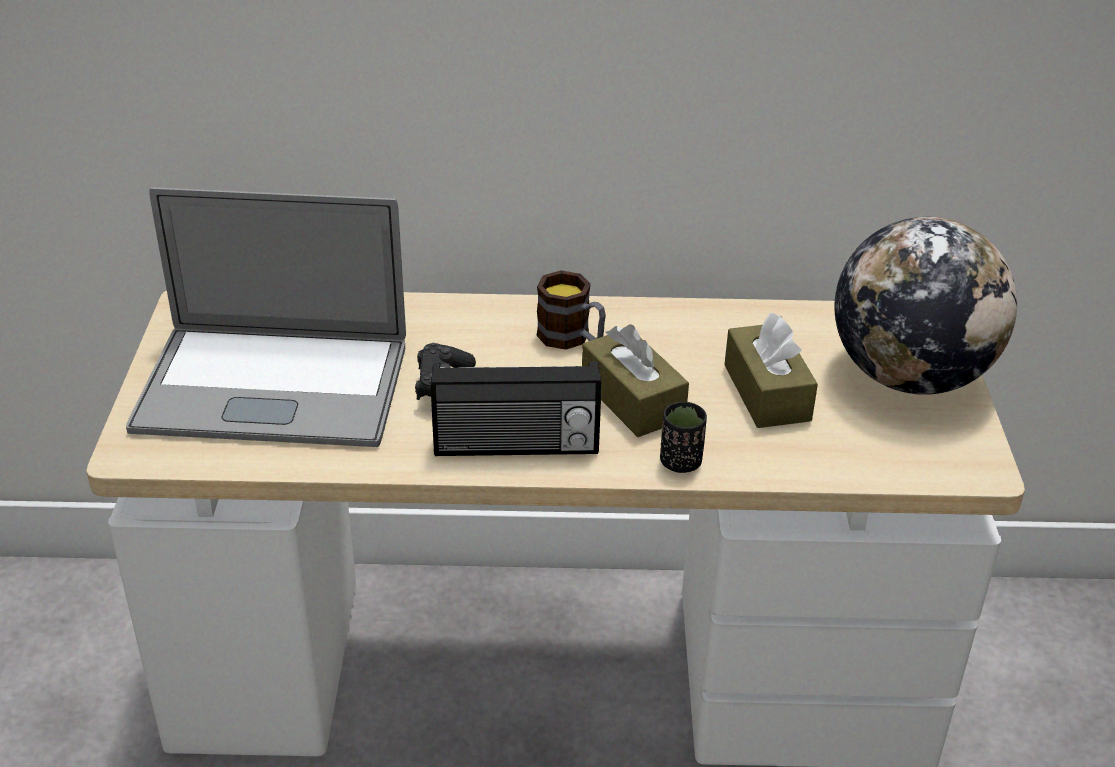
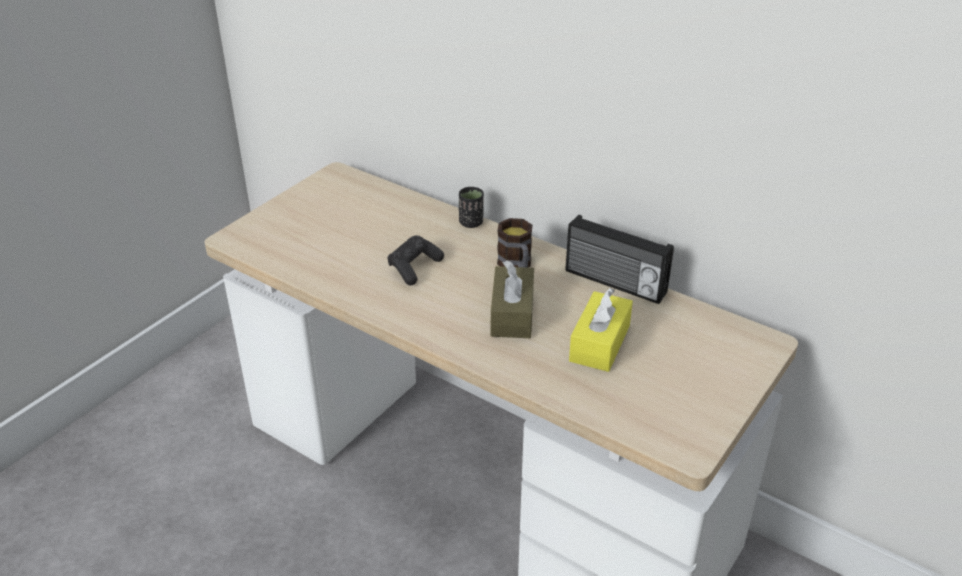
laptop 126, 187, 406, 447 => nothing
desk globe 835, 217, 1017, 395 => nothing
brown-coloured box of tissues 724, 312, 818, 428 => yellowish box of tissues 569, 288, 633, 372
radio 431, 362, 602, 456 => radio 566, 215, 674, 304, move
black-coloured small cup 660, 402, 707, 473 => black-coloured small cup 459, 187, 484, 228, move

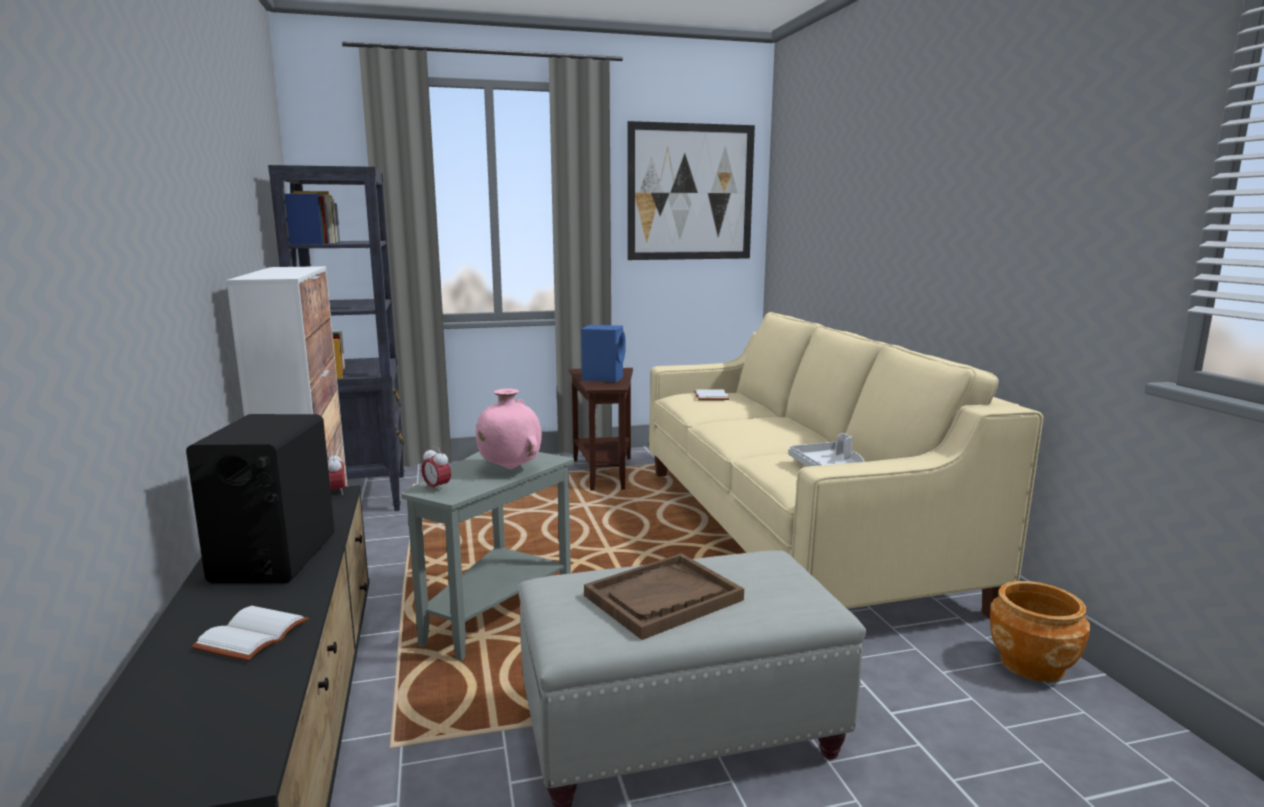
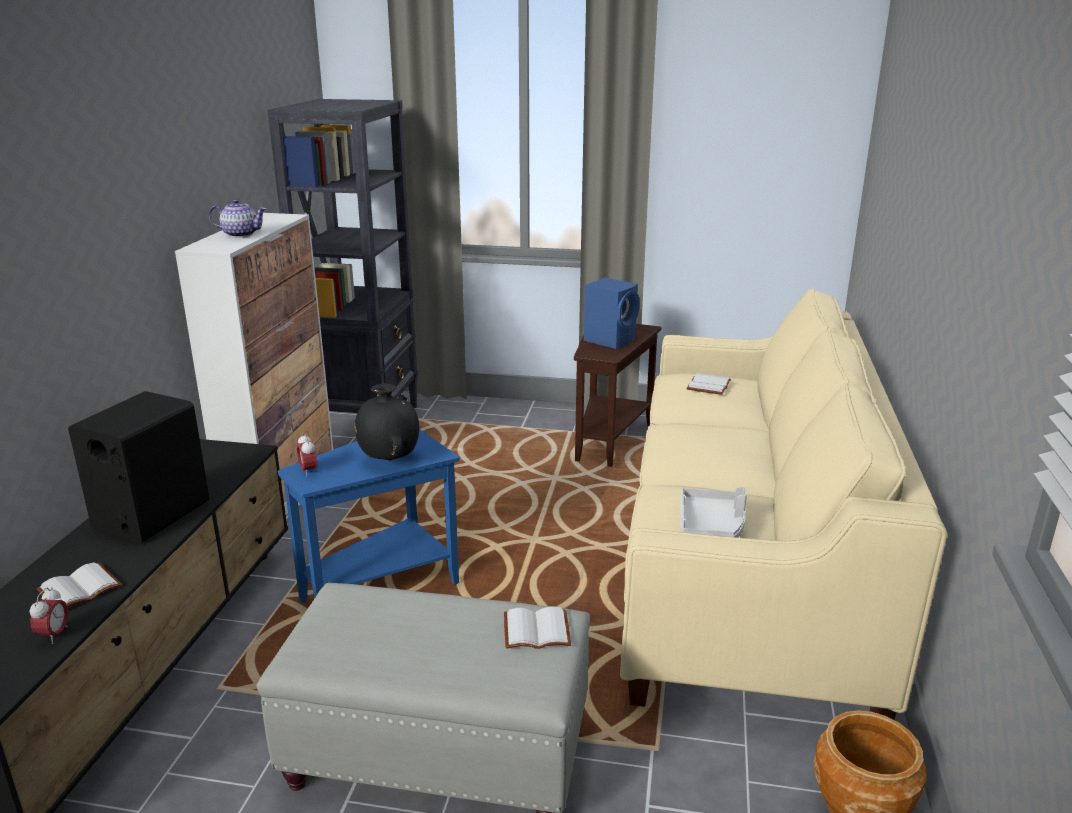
wall art 627, 121, 755, 260 => nothing
pinkish vase 476, 389, 542, 469 => black-coloured vase 355, 383, 419, 460
table clock 328, 452, 345, 495 => table clock 29, 587, 68, 644, move
greyish end table 401, 452, 574, 661 => blue-coloured end table 278, 429, 460, 603
brown-coloured tray 584, 553, 744, 640 => nothing
nothing => pot for tea 209, 199, 266, 238
nothing => whitish bound book 504, 606, 571, 649

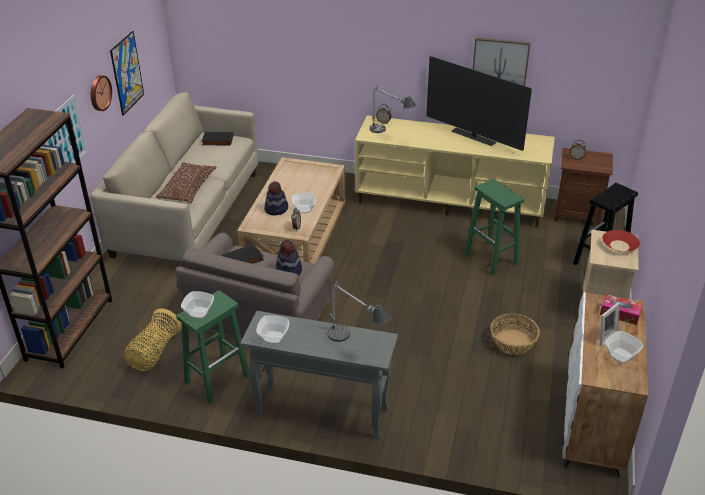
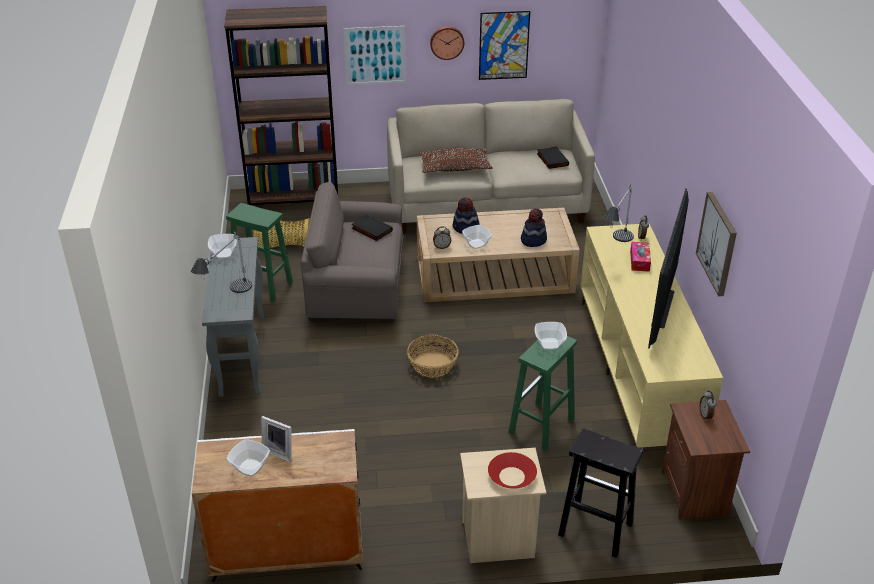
hat 276, 240, 302, 276 => hat 521, 209, 547, 247, move
deep dish 181, 291, 214, 319 => deep dish 535, 322, 567, 350, move
box of tissues 600, 294, 643, 325 => box of tissues 630, 242, 651, 272, move
storage basket 490, 313, 540, 355 => storage basket 407, 335, 459, 377, move

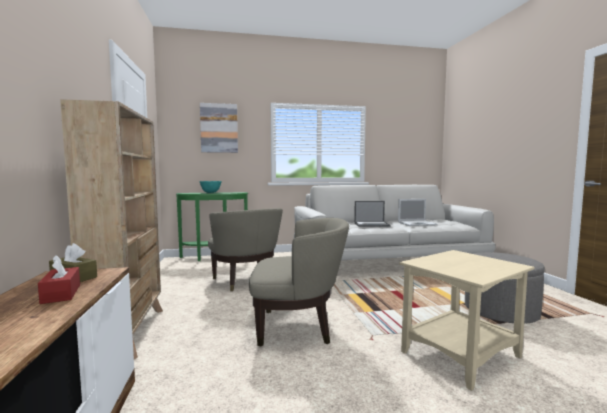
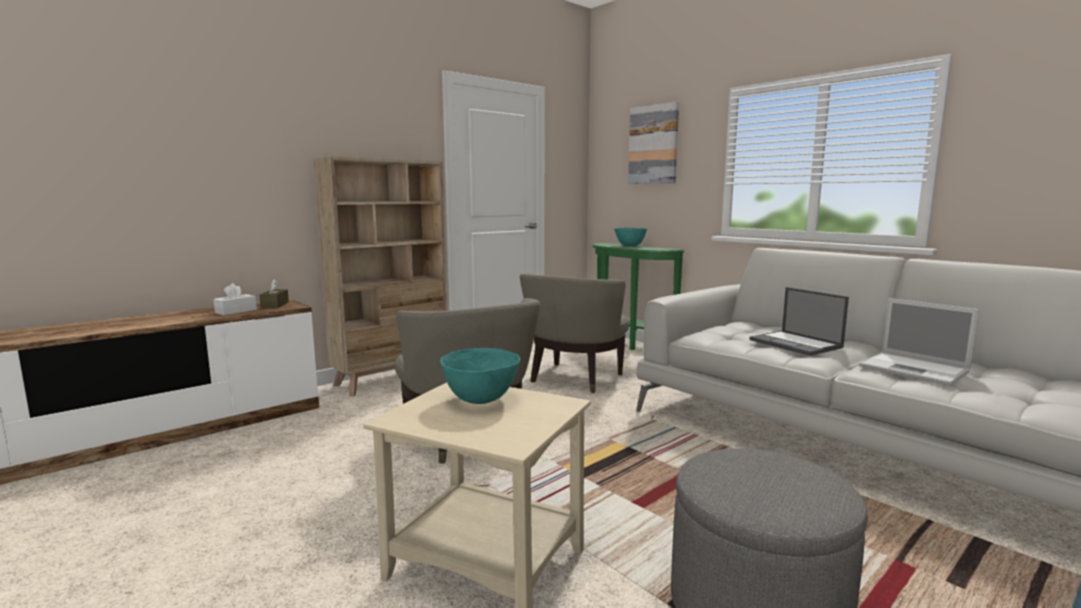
reddish box of tissues 38, 255, 80, 304 => whitish box of tissues 213, 283, 257, 315
nothing => turquoise deep dish 440, 348, 520, 404

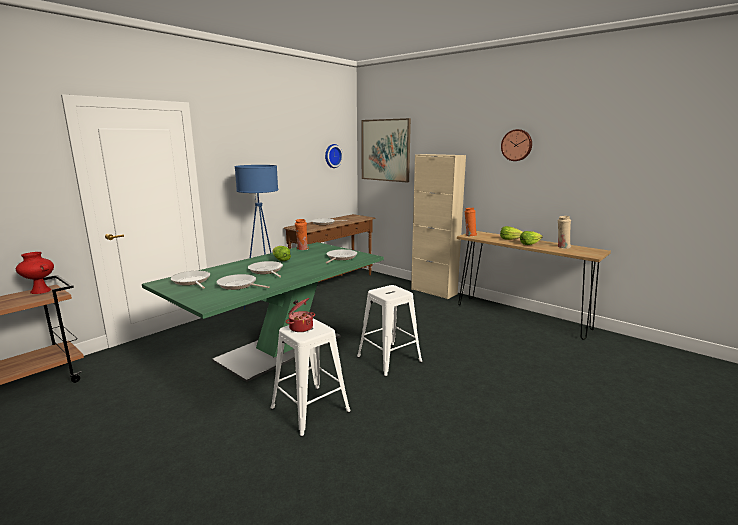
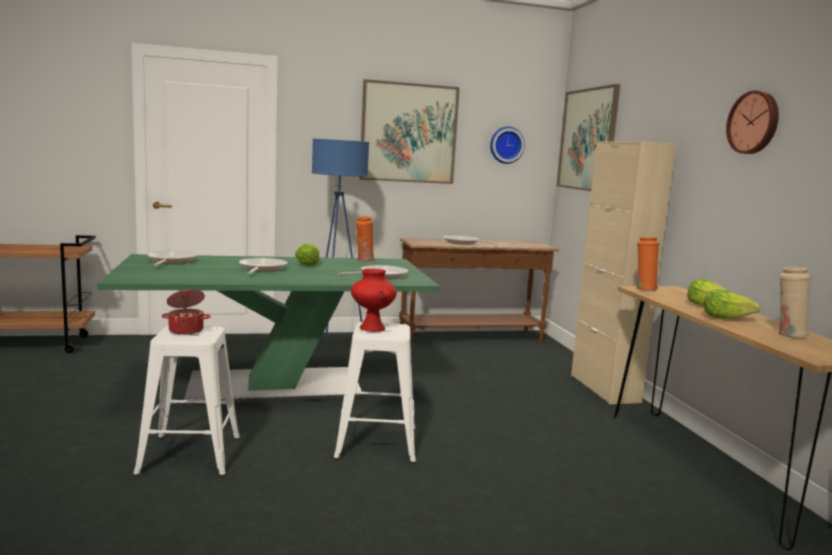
reddish vase 16, 252, 54, 294 => reddish vase 351, 269, 397, 332, move
pan 217, 274, 270, 290 => nothing
nothing => wall art 359, 79, 460, 184

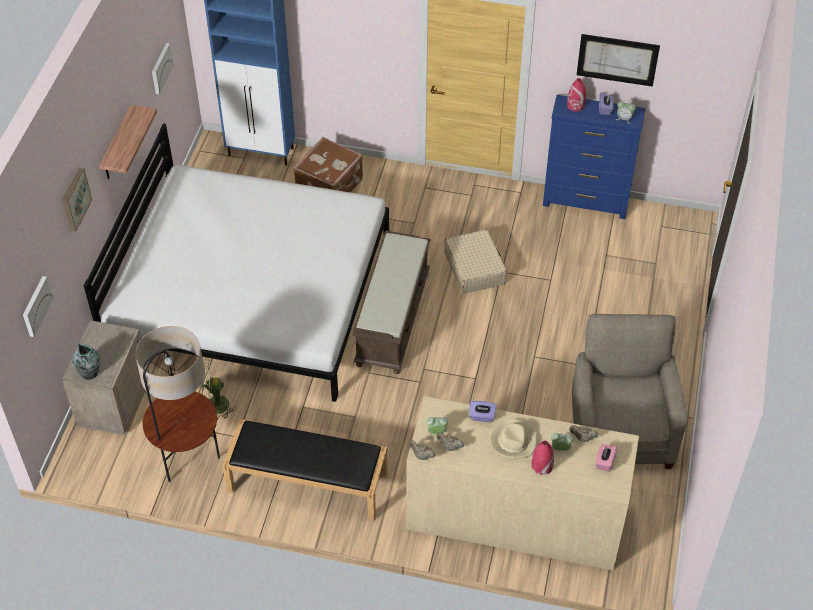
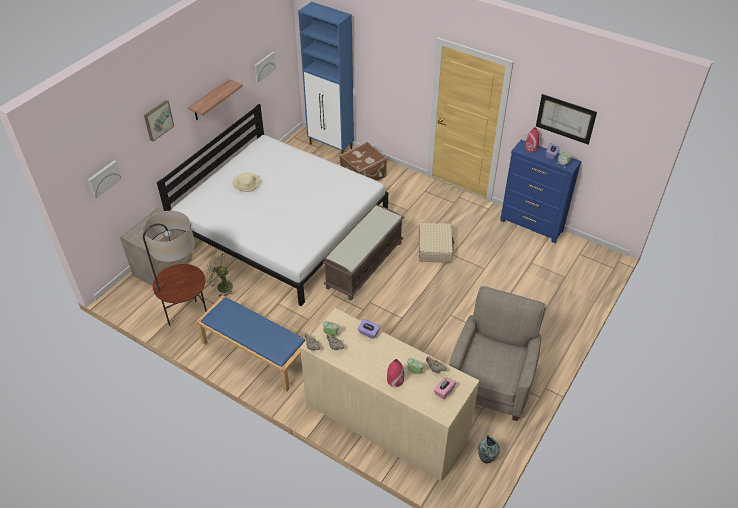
vase 73, 343, 100, 380 => vase 478, 435, 500, 463, move
black-coloured long seat 222, 419, 388, 521 => blue-coloured long seat 196, 296, 306, 392
beige-coloured hat 490, 419, 537, 459 => beige-coloured hat 232, 173, 260, 192, move

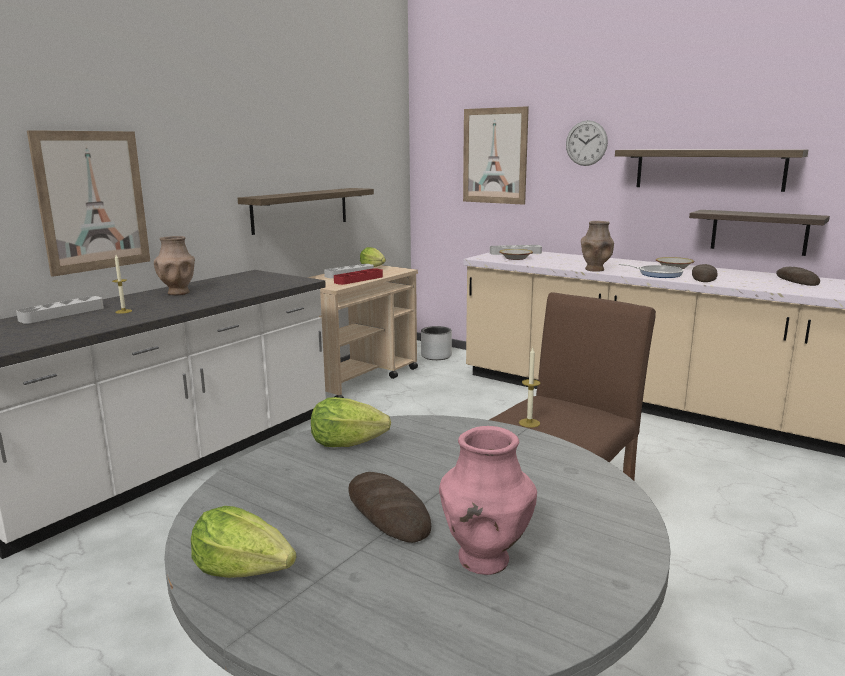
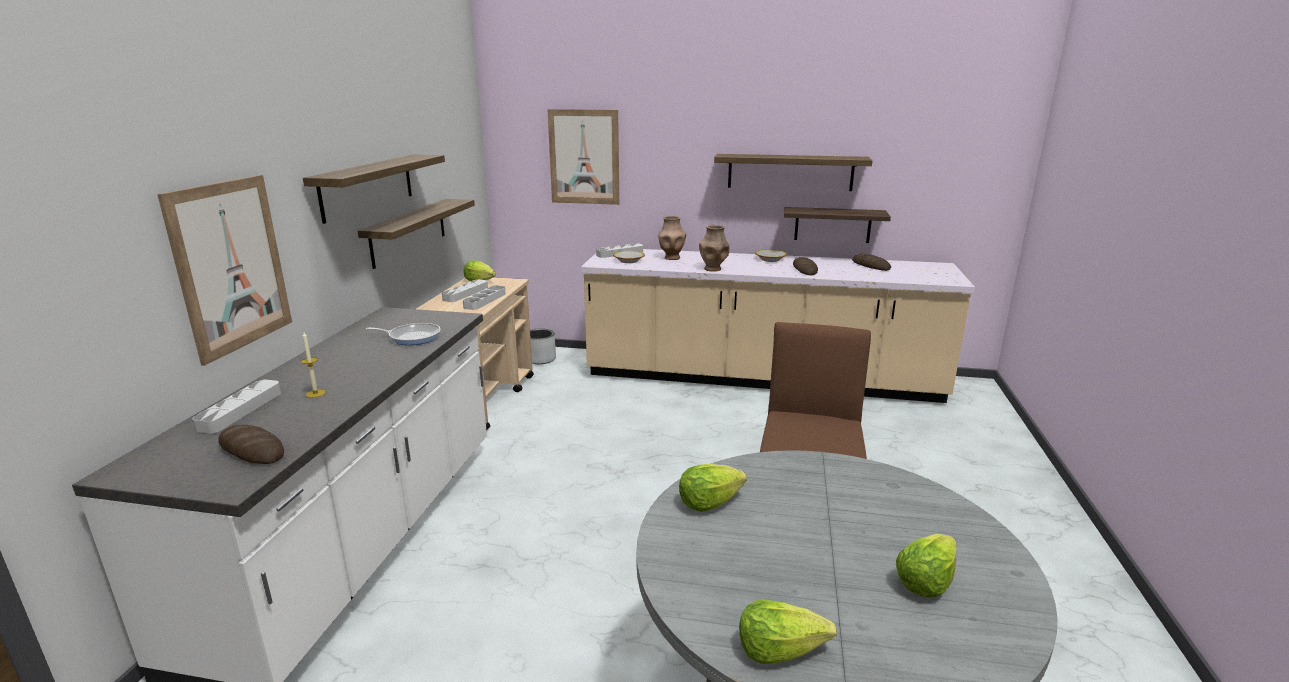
hanging clock 566, 120, 608, 166 => nothing
brown-coloured vase 154, 236, 195, 295 => brown-coloured vase 658, 216, 686, 260, move
pan 619, 264, 684, 278 => pan 366, 323, 441, 345, move
reddish tray 334, 268, 383, 285 => greyish tray 463, 285, 506, 310
wax candle 519, 347, 540, 428 => nothing
pinkish vase 439, 426, 537, 575 => head of lettuce 896, 534, 956, 597
baked bread 348, 472, 431, 543 => baked bread 218, 425, 284, 464, move
nothing => bracket shelf 303, 155, 445, 224

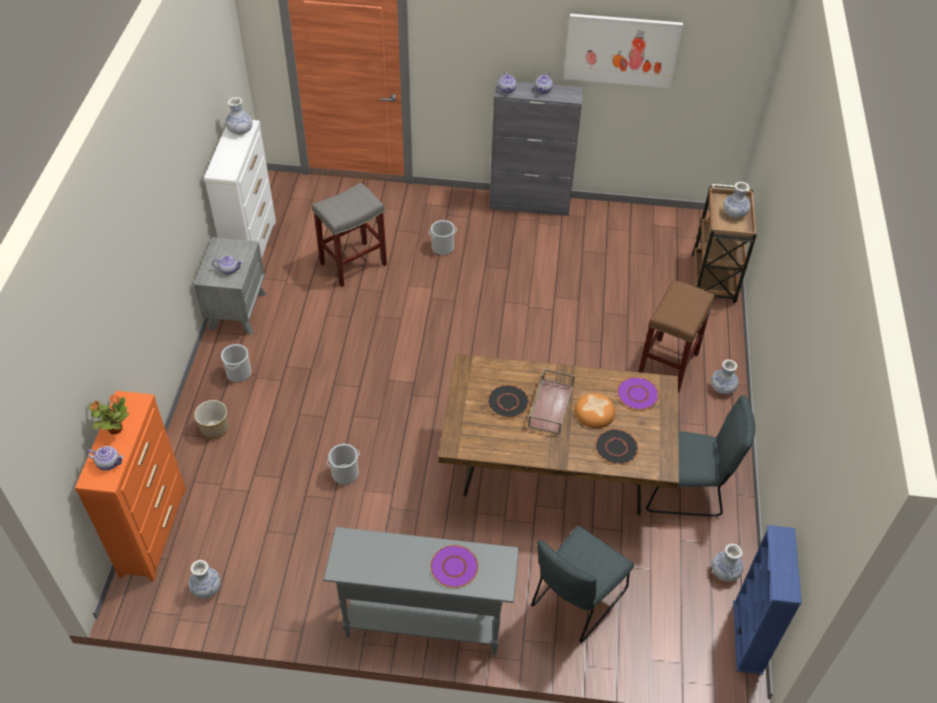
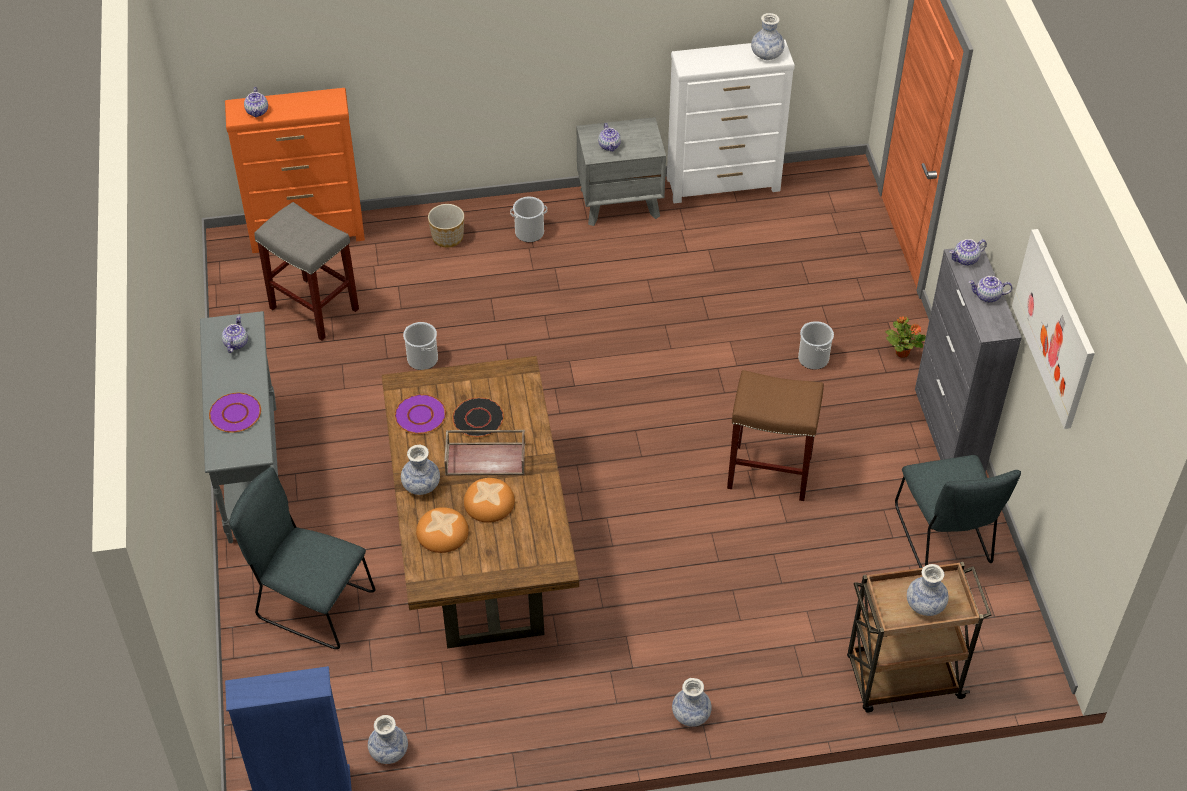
greyish stool 312, 182, 387, 287 => greyish stool 255, 202, 359, 341, move
brown-coloured stool 638, 280, 715, 393 => brown-coloured stool 727, 370, 824, 501, move
purple-coloured plate 617, 377, 659, 410 => purple-coloured plate 395, 394, 446, 434, move
plant in a pot 88, 395, 129, 435 => plant in a pot 885, 317, 926, 358, move
greyish plain chair 646, 395, 755, 517 => greyish plain chair 895, 455, 1021, 568, move
black-coloured plate 595, 429, 639, 465 => baked bread 416, 507, 469, 553
vase 188, 560, 221, 599 => vase 401, 445, 440, 495, move
nothing => pot for tea 222, 316, 248, 353

